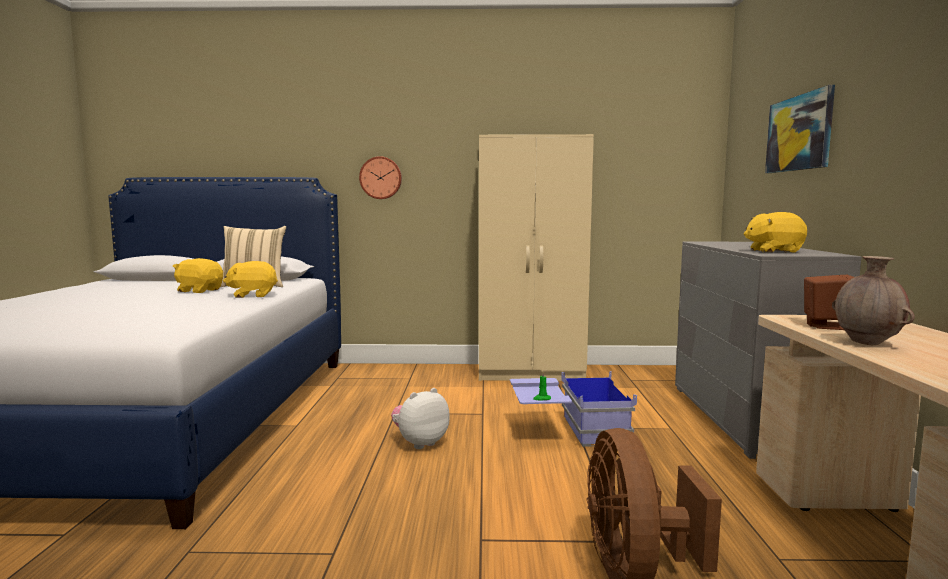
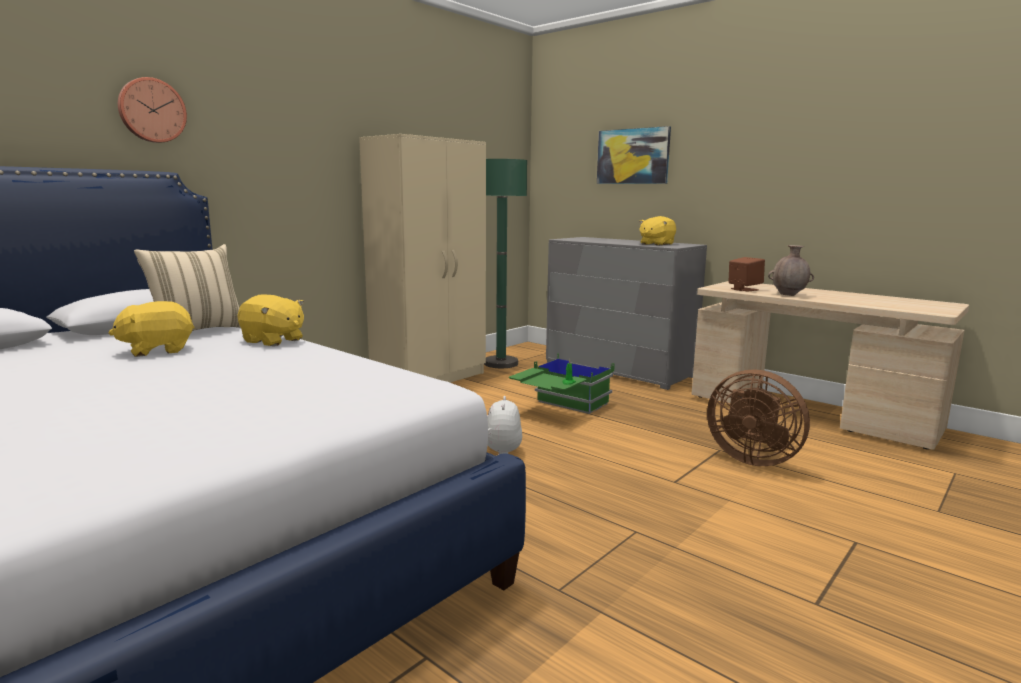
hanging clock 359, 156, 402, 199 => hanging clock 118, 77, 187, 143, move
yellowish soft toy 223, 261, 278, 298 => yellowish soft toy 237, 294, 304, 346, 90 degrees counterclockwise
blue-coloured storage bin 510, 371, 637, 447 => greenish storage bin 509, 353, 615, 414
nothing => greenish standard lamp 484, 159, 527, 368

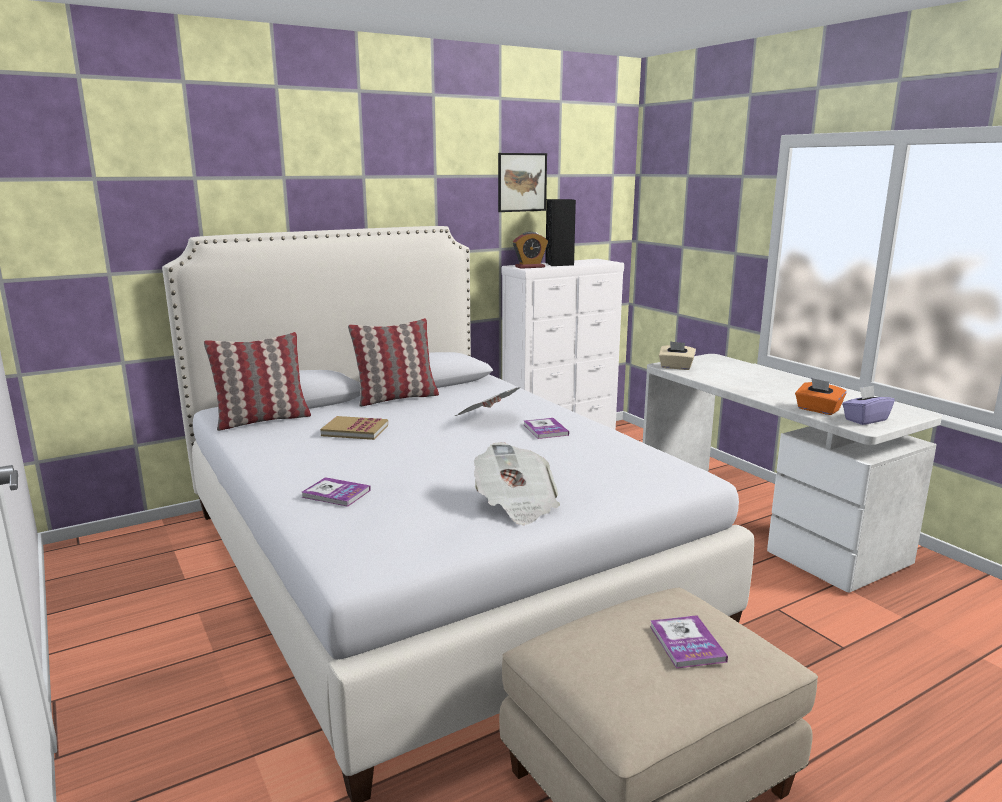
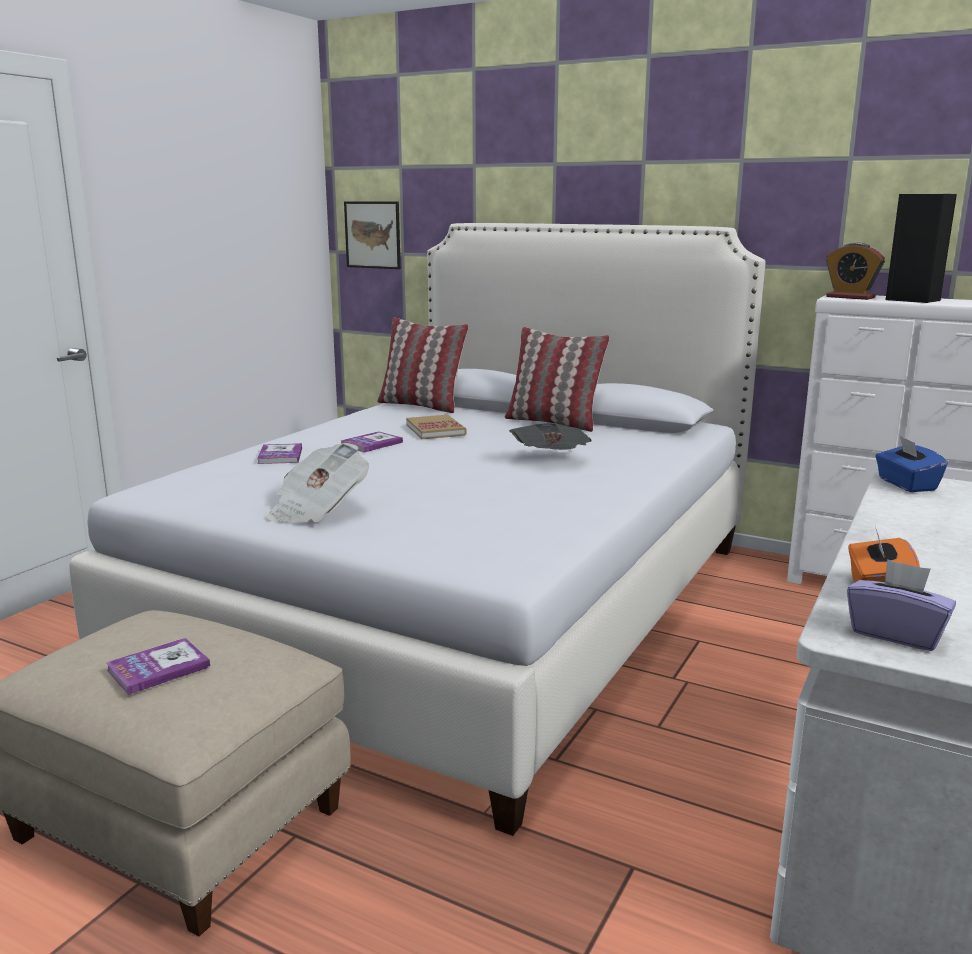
wall art 498, 153, 547, 212 => wall art 344, 201, 401, 269, move
beige-coloured box of tissues 659, 341, 696, 370 => blue-coloured box of tissues 875, 436, 948, 492
bound book 524, 418, 569, 439 => bound book 340, 431, 403, 453, move

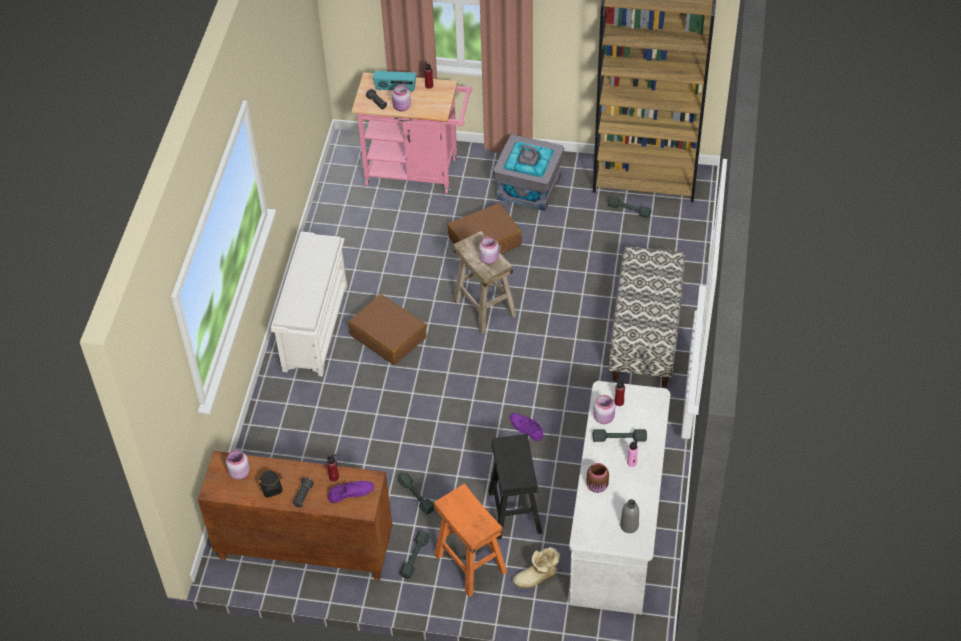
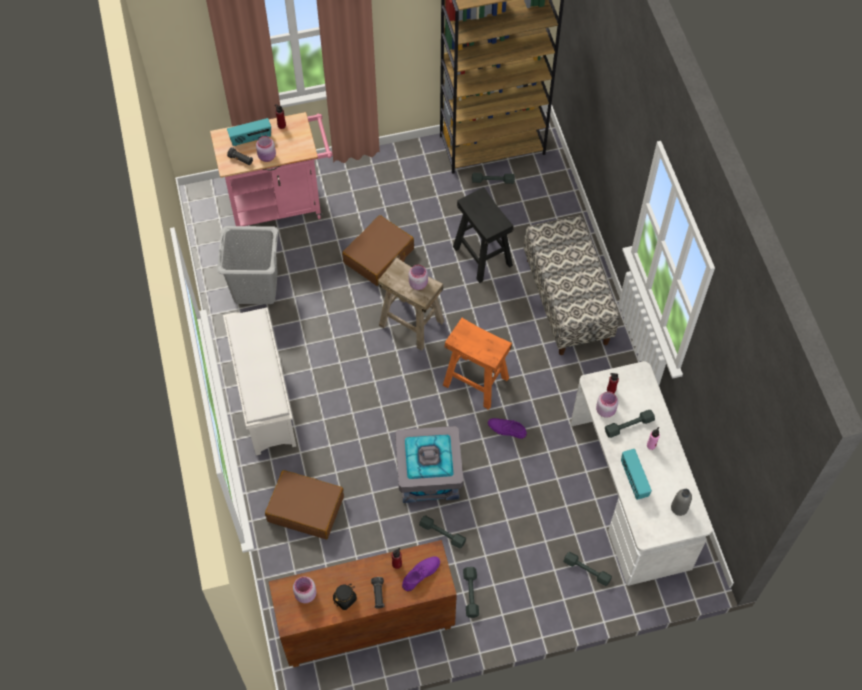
greyish storage bin 493, 134, 564, 211 => greyish storage bin 395, 426, 463, 503, move
brown-coloured piece of luggage 348, 294, 427, 365 => brown-coloured piece of luggage 265, 470, 344, 539, move
black-coloured stool 488, 434, 543, 539 => black-coloured stool 453, 187, 514, 283, move
brown-coloured preserve jar 586, 463, 609, 493 => radio 621, 449, 652, 500
orangey stool 434, 483, 507, 597 => orangey stool 443, 318, 512, 410, move
high-top boot 513, 547, 560, 588 => greyish dumbbell 563, 552, 612, 586
nothing => greyish washing basket 217, 226, 278, 304

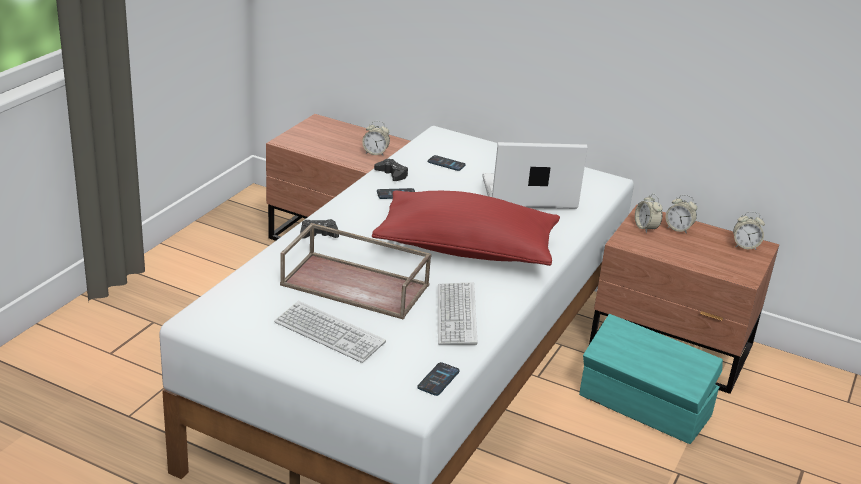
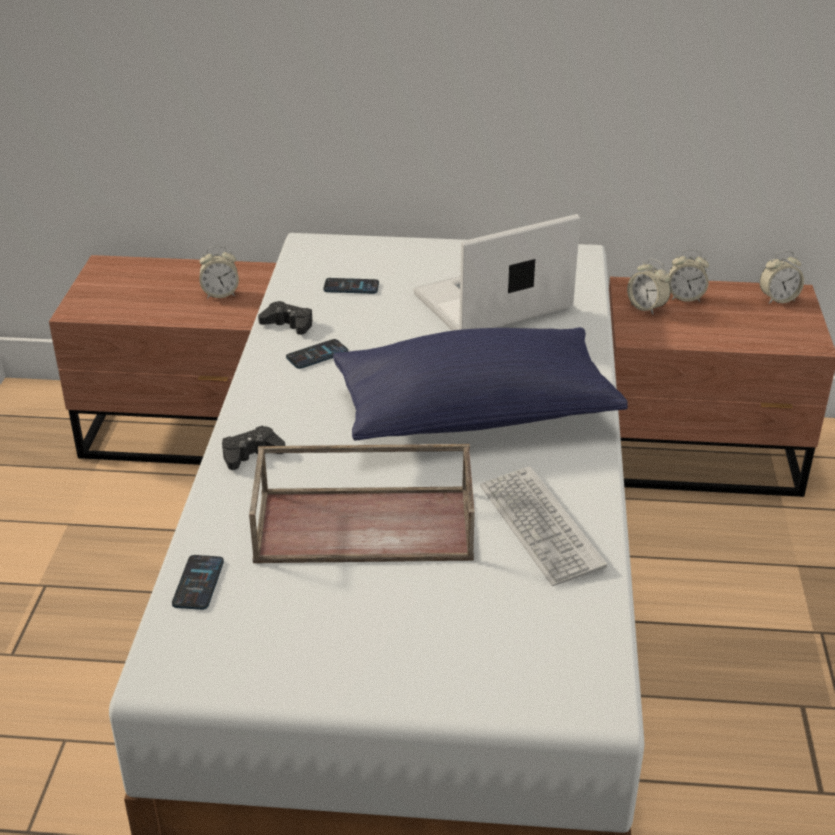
reddish cushion 372, 190, 560, 266 => blue-coloured cushion 333, 327, 628, 440
computer keyboard 274, 301, 386, 363 => nothing
turquoise storage bin 579, 314, 723, 444 => nothing
handset 417, 362, 459, 396 => handset 172, 555, 224, 610, move

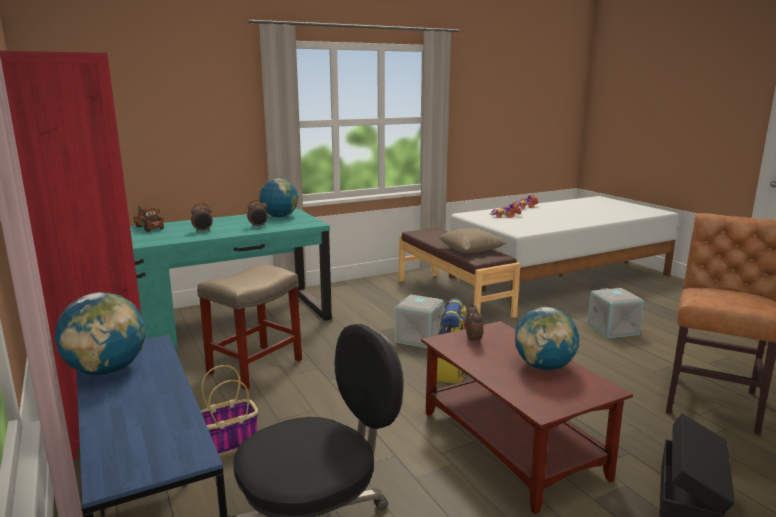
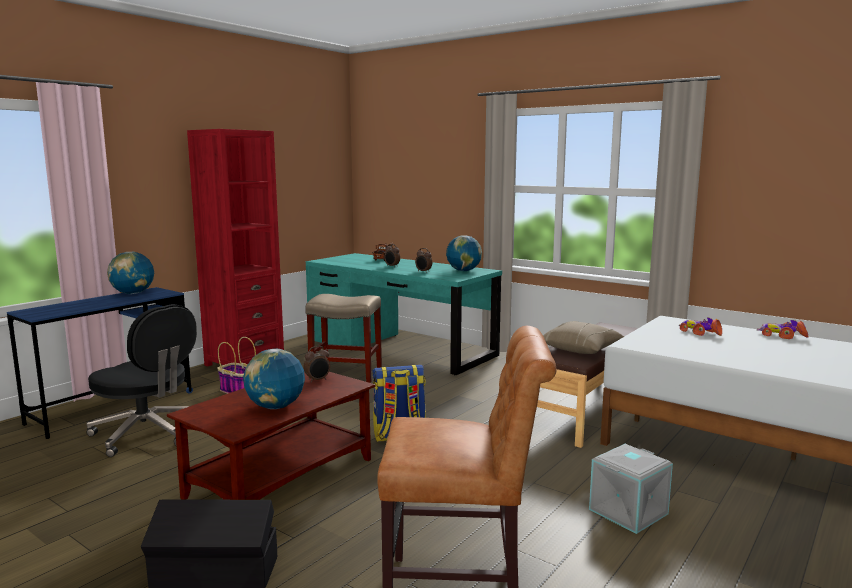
greyish storage bin 395, 295, 444, 348 => nothing

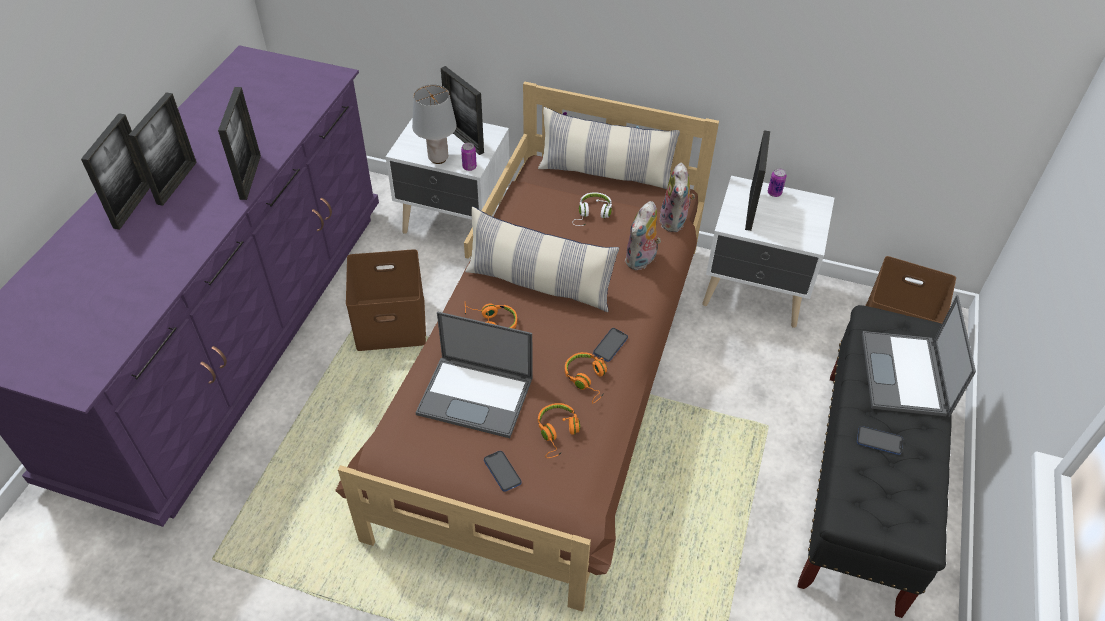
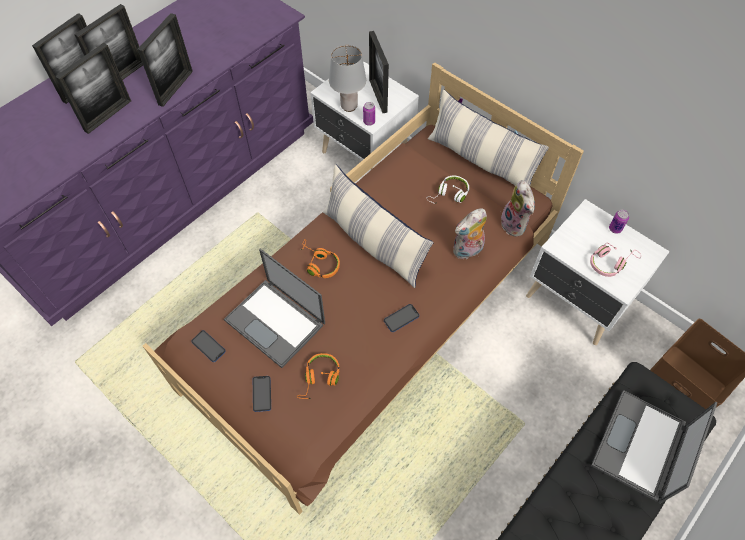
picture frame 745, 130, 770, 231 => picture frame 55, 43, 131, 134, move
soft toy 660, 163, 695, 232 => soft toy 501, 180, 535, 237, 45 degrees counterclockwise
brown-coloured storage bin 346, 249, 426, 351 => nothing
orangey pair of headphones 565, 352, 607, 403 => nothing
handset 857, 426, 903, 455 => handset 191, 330, 226, 362, move
nothing => pinkish pair of headphones 590, 243, 641, 277

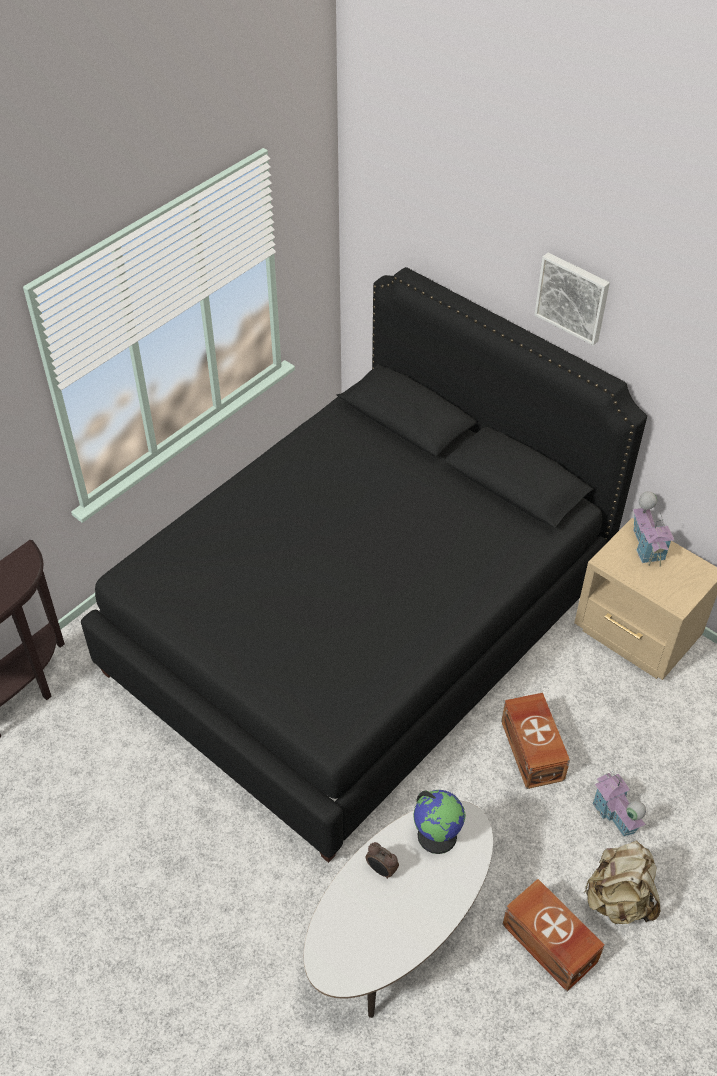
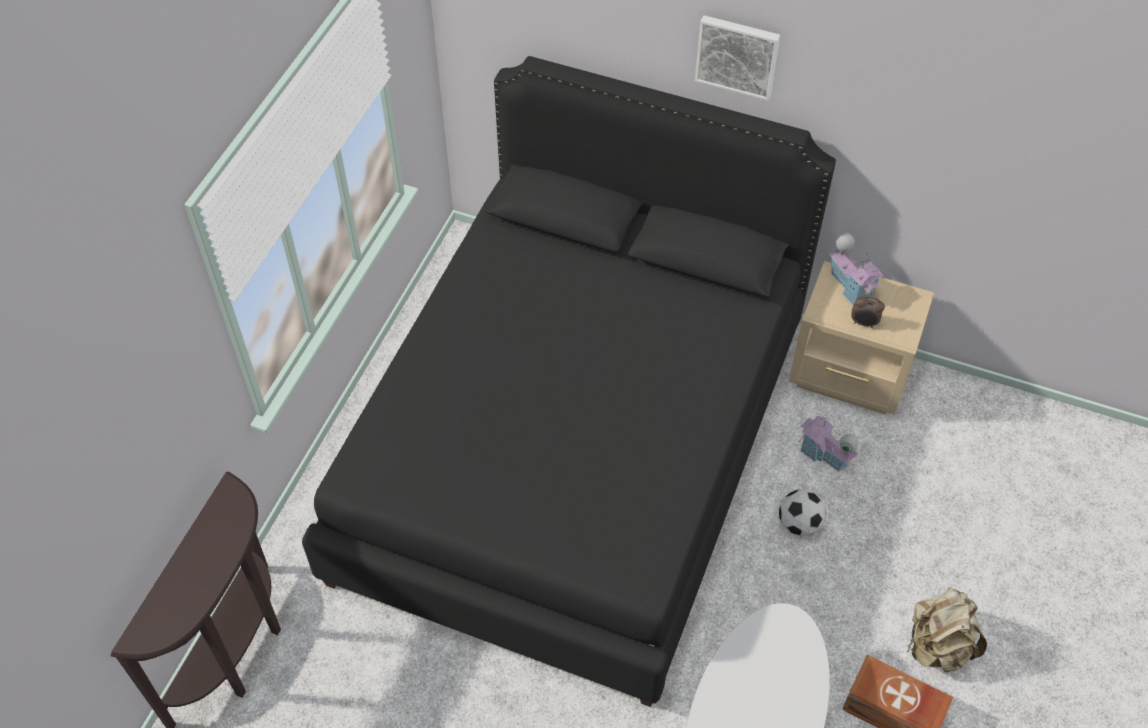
brown-coloured storage bin 501, 692, 570, 789 => football 779, 490, 826, 536
toy house 592, 770, 646, 837 => toy house 799, 413, 858, 472, move
desk globe 414, 790, 465, 854 => nothing
table clock 365, 842, 399, 879 => table clock 851, 296, 885, 328, move

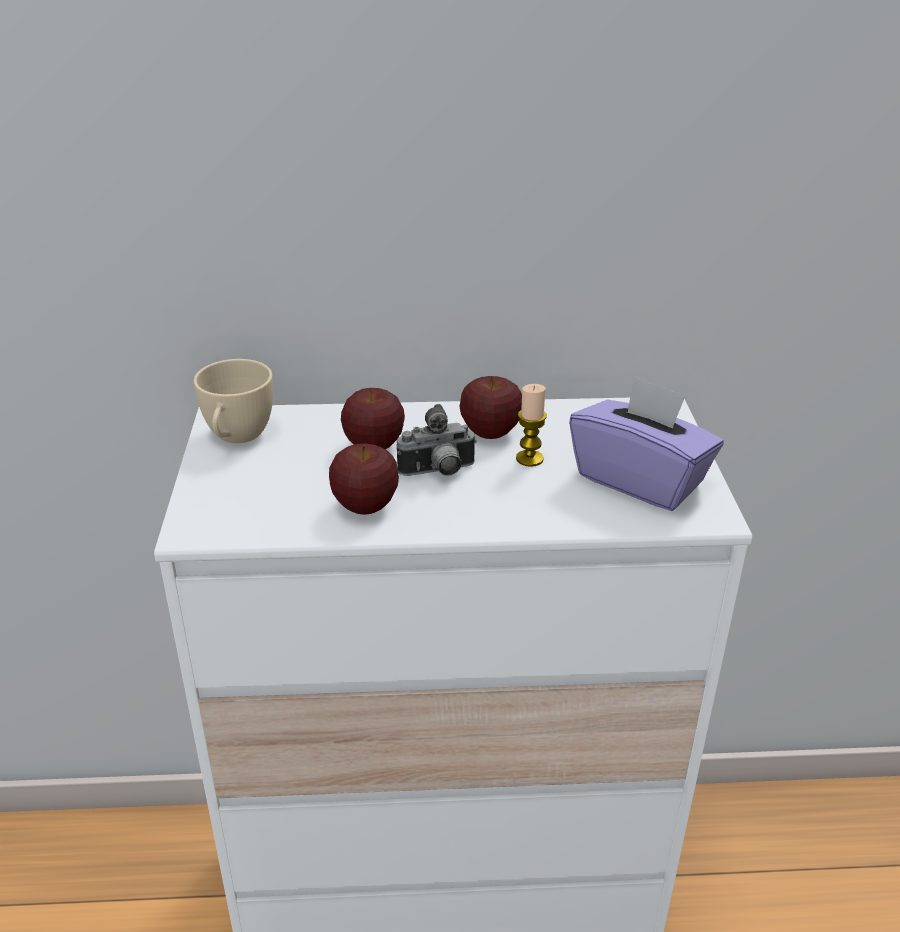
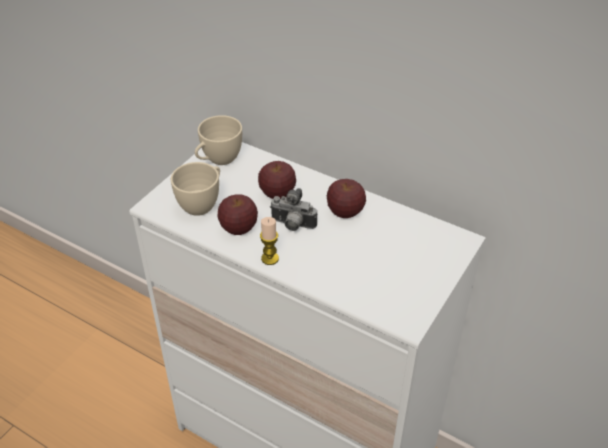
purple-coloured box of tissues 569, 376, 724, 511 => nothing
wax candle 516, 384, 547, 467 => wax candle 260, 217, 279, 265, move
nothing => beige-coloured small cup 171, 162, 220, 216

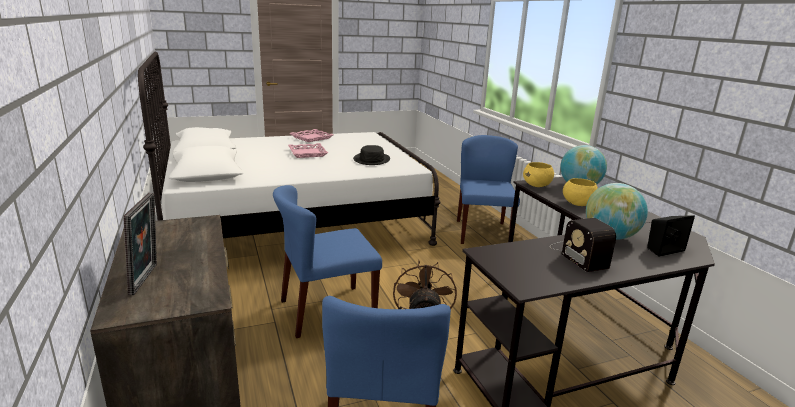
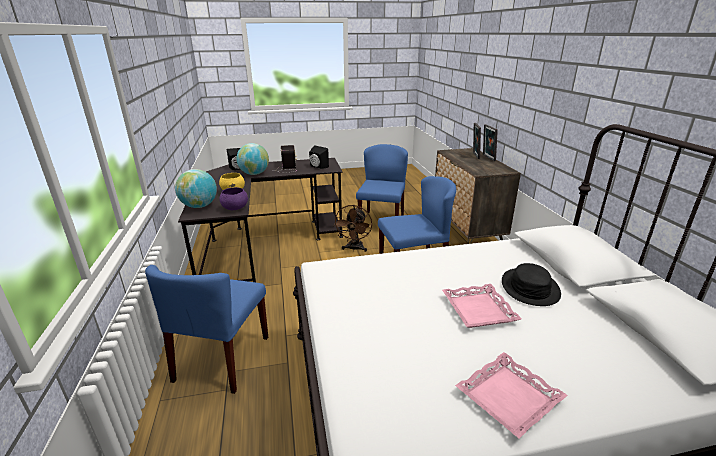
black-coloured hat 353, 145, 390, 165 => black-coloured hat 502, 263, 561, 306, move
yellowish deep dish 523, 162, 554, 187 => purple-coloured deep dish 219, 187, 248, 210
nothing => picture frame 483, 124, 498, 161
nothing => black-coloured audio speaker 309, 145, 329, 169

